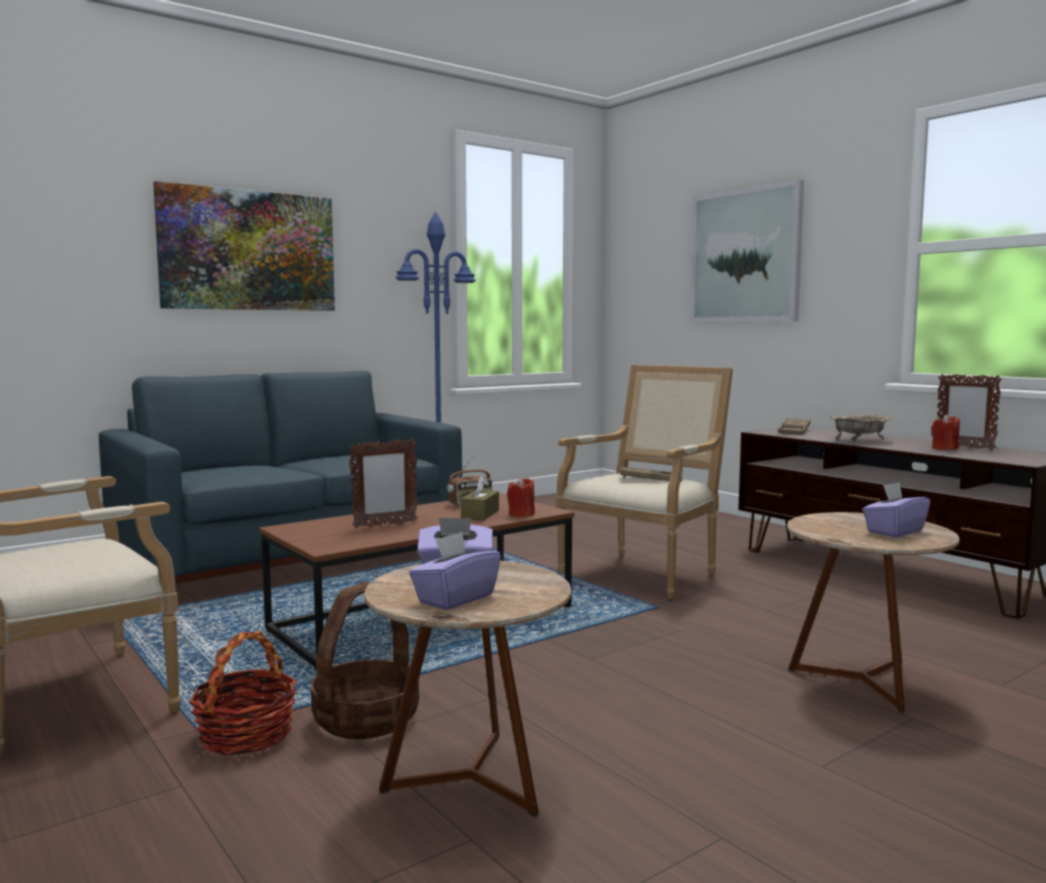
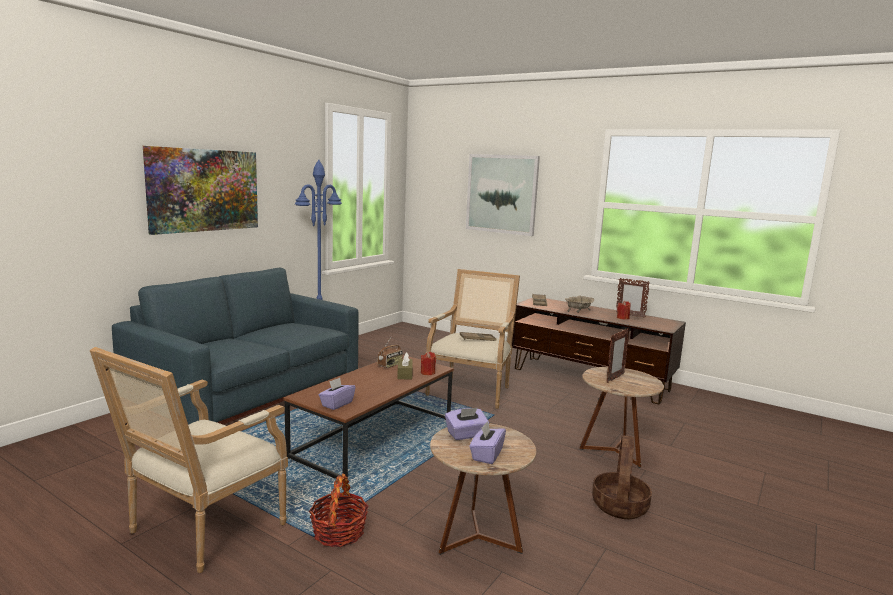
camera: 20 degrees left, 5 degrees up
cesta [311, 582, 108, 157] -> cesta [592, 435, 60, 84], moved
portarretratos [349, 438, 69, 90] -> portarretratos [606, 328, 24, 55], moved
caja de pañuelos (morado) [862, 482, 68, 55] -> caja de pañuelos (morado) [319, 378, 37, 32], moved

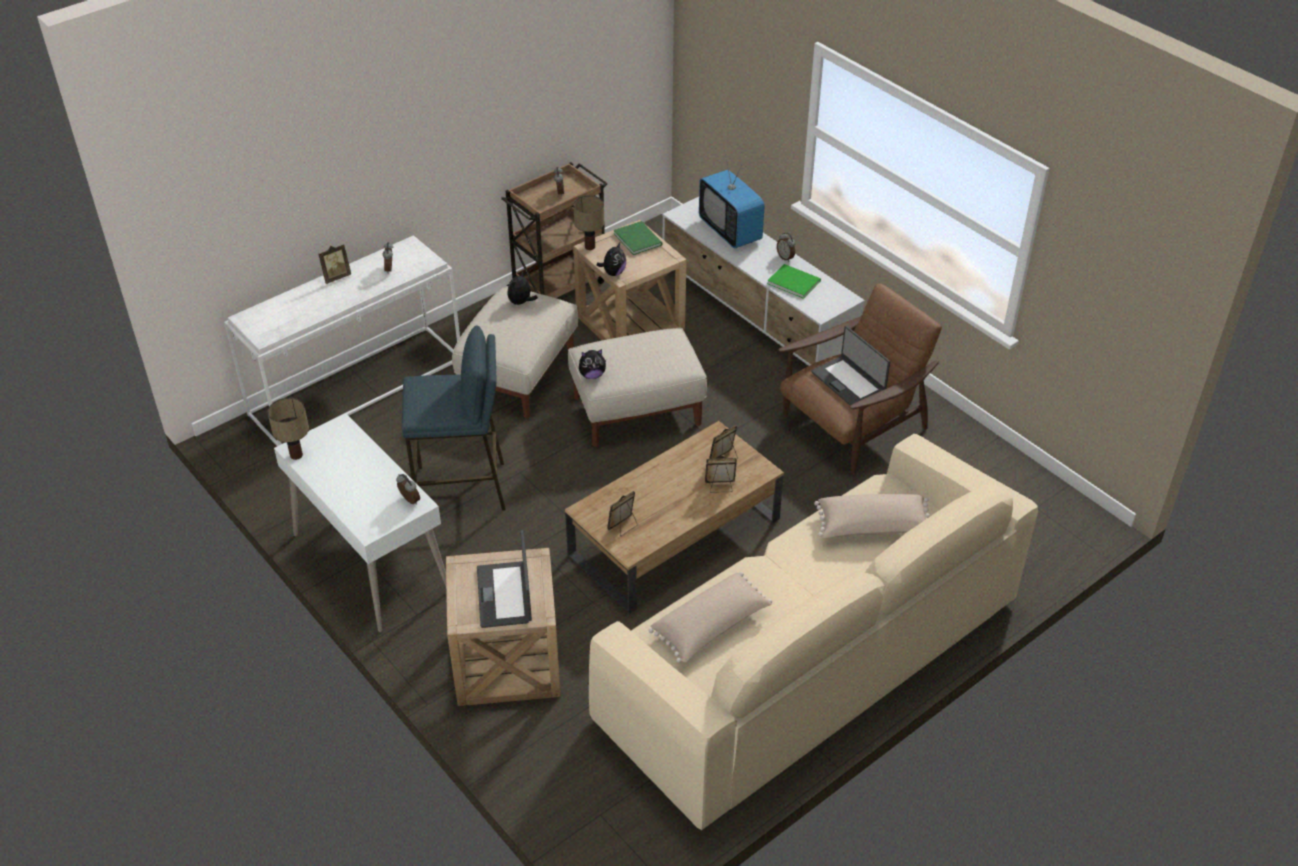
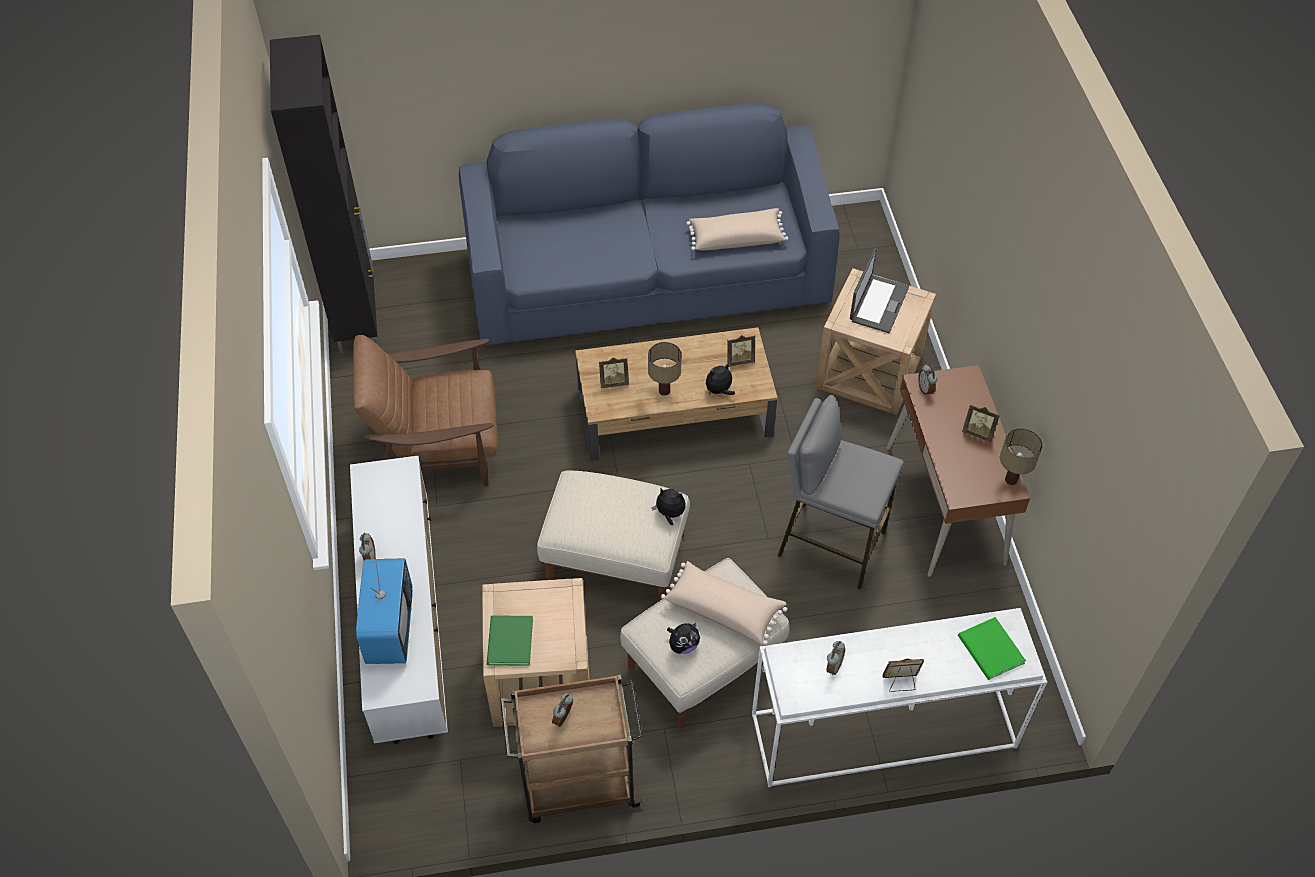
camera: 150 degrees left, 10 degrees up
escritorio (blanco) [274, 413, 172, 219] -> escritorio (marrón) [887, 365, 143, 212]
taburete (azul) [402, 325, 104, 186] -> taburete (gris) [778, 395, 126, 195]
lámpara de mesa [573, 195, 31, 55] -> lámpara de mesa [648, 342, 34, 54], moved
sofá (beis) [589, 434, 449, 396] -> sofá (azul) [459, 103, 381, 243]
peluche [597, 243, 29, 33] -> peluche [706, 363, 29, 32], moved
portarretratos [705, 456, 32, 37] -> portarretratos [962, 404, 38, 38], moved
libro (verde) [767, 264, 54, 35] -> libro (verde) [958, 617, 68, 63], moved
portátil [811, 326, 79, 80] -> none
cojín (beis) [814, 494, 116, 44] -> cojín (beis) [661, 561, 126, 84], moved
none -> armario (negro) [270, 35, 107, 319]

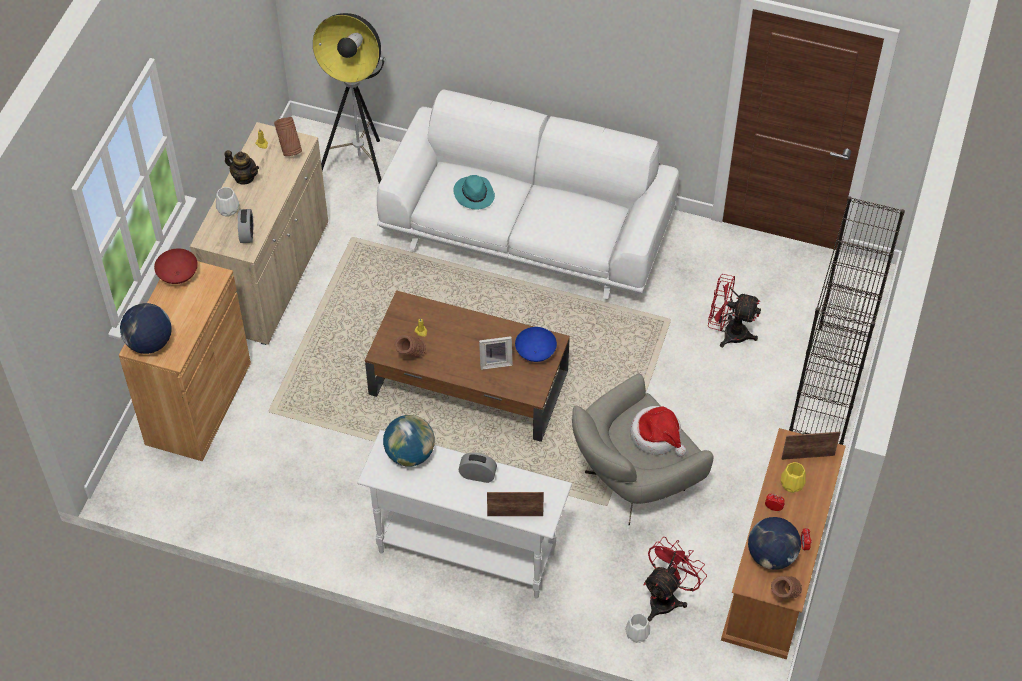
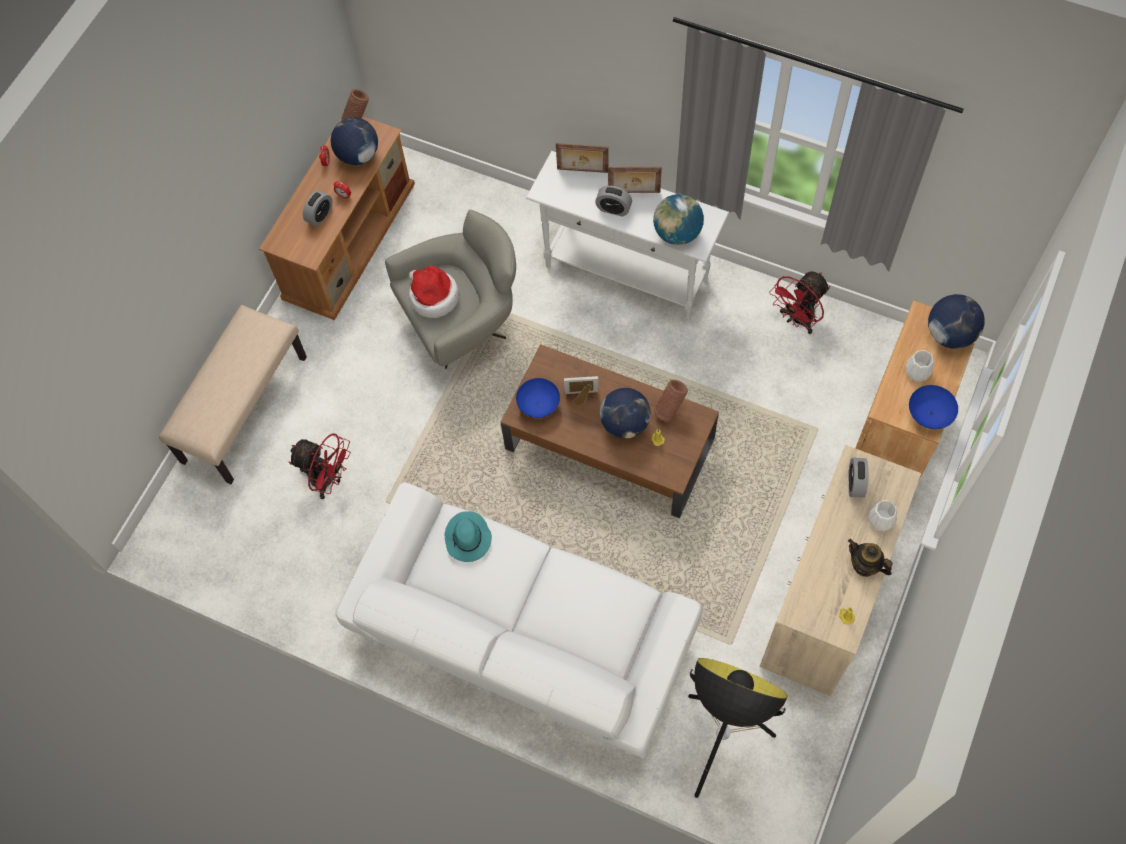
camera: 170 degrees left, 10 degrees up
cuenco (rojo) [154, 248, 44, 36] -> cuenco (azul) [909, 385, 49, 44]
florero (marrón) [274, 117, 28, 39] -> none
sombrero (turquesa) [454, 175, 41, 34] -> sombrero (turquesa) [444, 511, 48, 51], moved
florero (blanco) [625, 613, 25, 30] -> florero (blanco) [905, 350, 29, 32], moved
ventilador (rojo) [644, 537, 63, 84] -> ventilador (rojo) [769, 271, 61, 63], moved
florero (amarillo) [780, 462, 26, 31] -> despertador [303, 190, 29, 36]
portarretratos [782, 432, 59, 28] -> portarretratos [608, 167, 54, 26], moved
estantería (negro) [789, 196, 116, 249] -> banco (beis) [159, 305, 148, 179]
none -> globo terráqueo [600, 388, 51, 51]

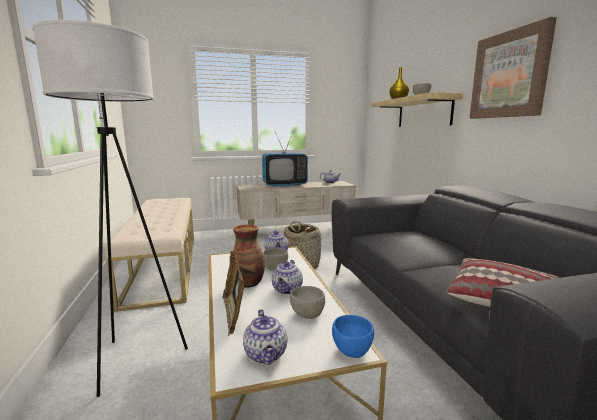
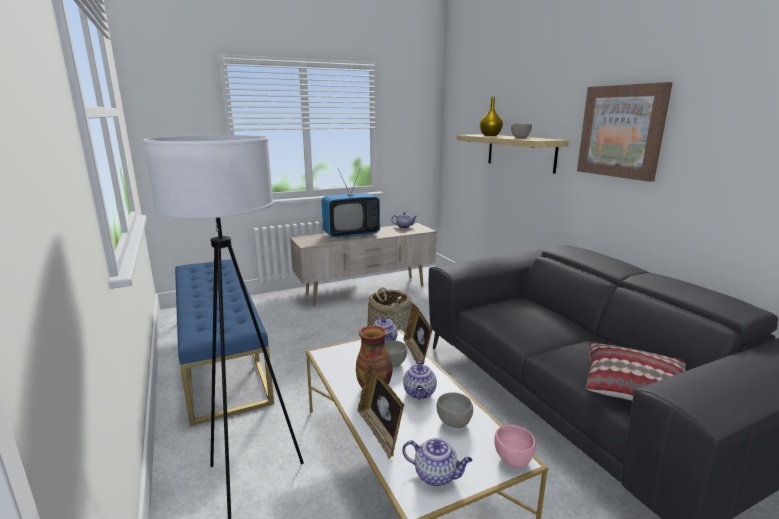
camera: 10 degrees left, 5 degrees up
banco (beis) [105, 198, 89, 114] -> banco (azul) [175, 259, 99, 167]
tetera [243, 309, 45, 56] -> tetera [402, 438, 70, 48], 45 degrees counterclockwise
cuenco (azul) [332, 315, 42, 43] -> cuenco (rosa) [494, 425, 42, 43]
none -> portarretratos [403, 303, 30, 62]

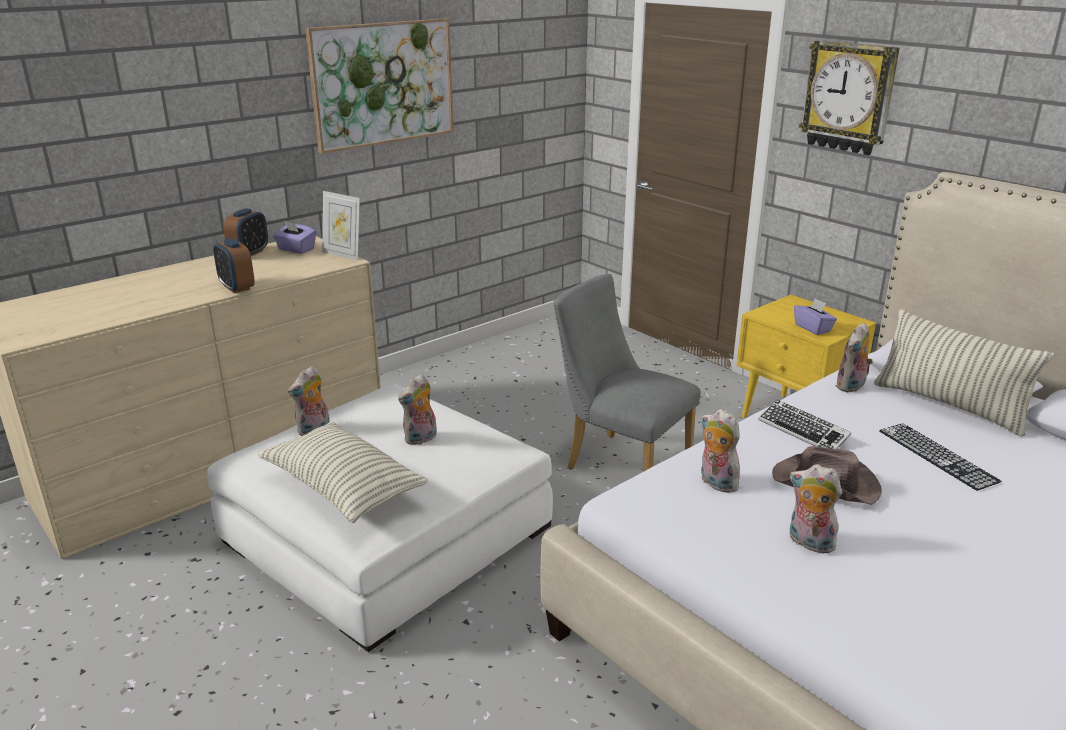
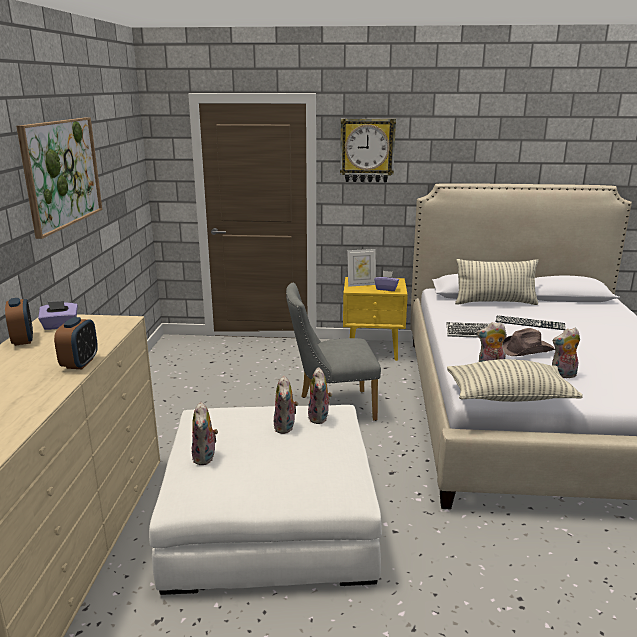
camera: 45 degrees left, 5 degrees down
despertador [213, 238, 42, 55] -> despertador [54, 317, 44, 52], 90 degrees counterclockwise
cojín [258, 421, 170, 102] -> cojín [447, 359, 136, 43], moved
portarretratos [322, 191, 38, 70] -> portarretratos [347, 249, 29, 38], moved
peluche [835, 323, 38, 70] -> peluche [308, 367, 24, 57], moved

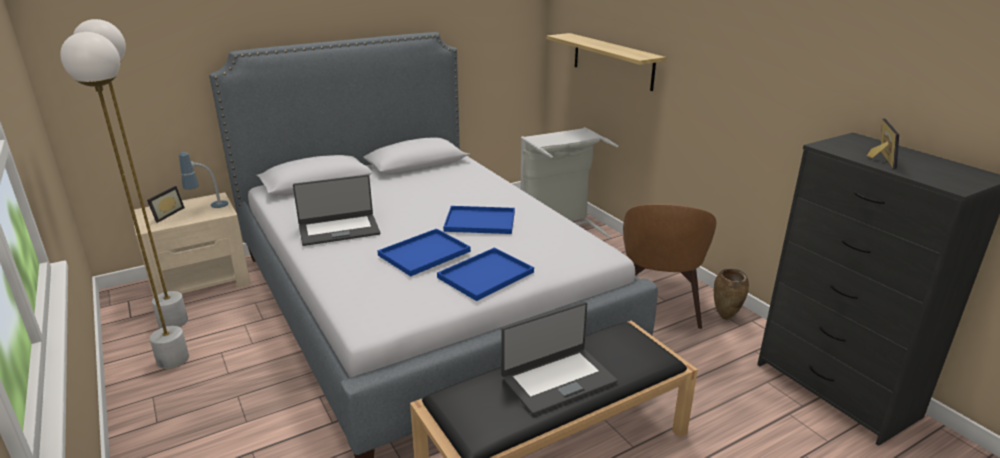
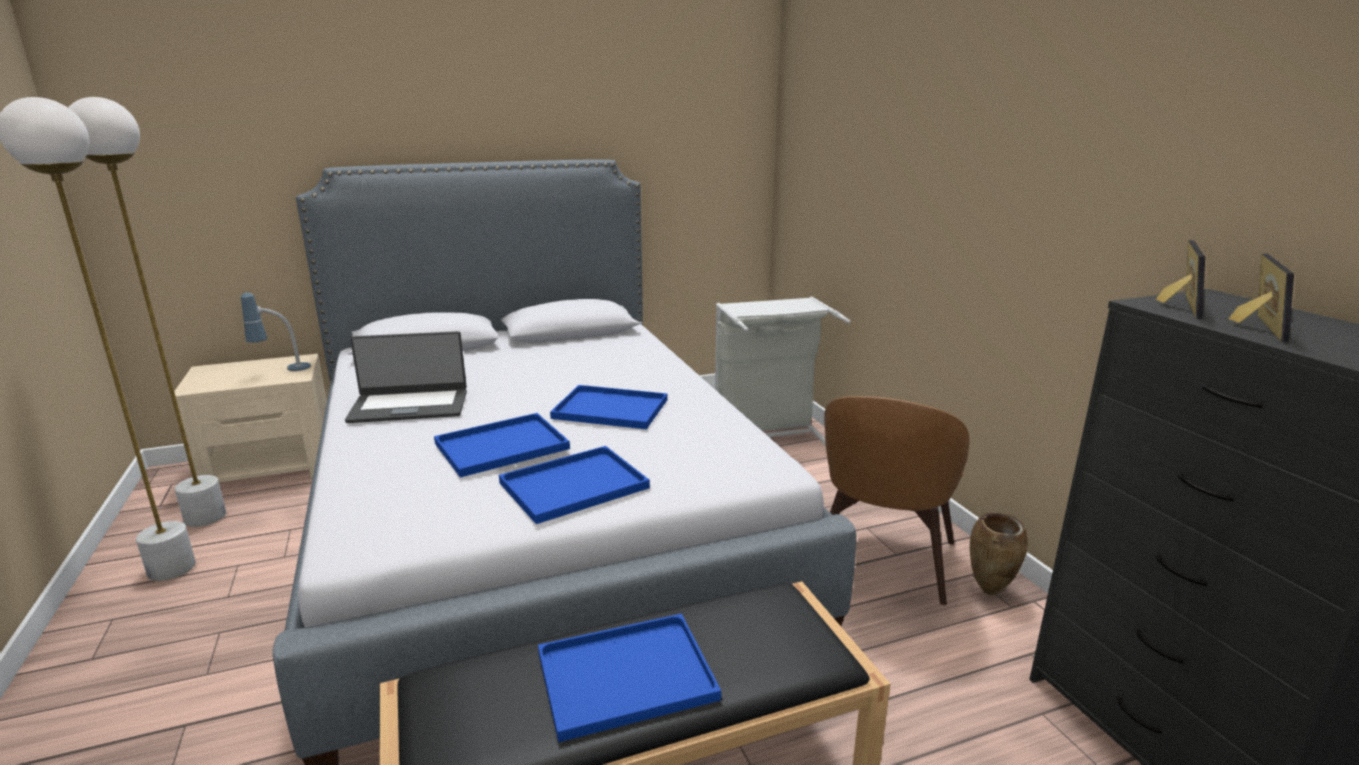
camera: 10 degrees right, 5 degrees down
portarretratos [147, 186, 38, 37] -> portarretratos [1156, 240, 49, 79], moved
portátil [501, 302, 117, 113] -> bandeja (azul) [538, 613, 183, 129]
estante [546, 33, 120, 58] -> none

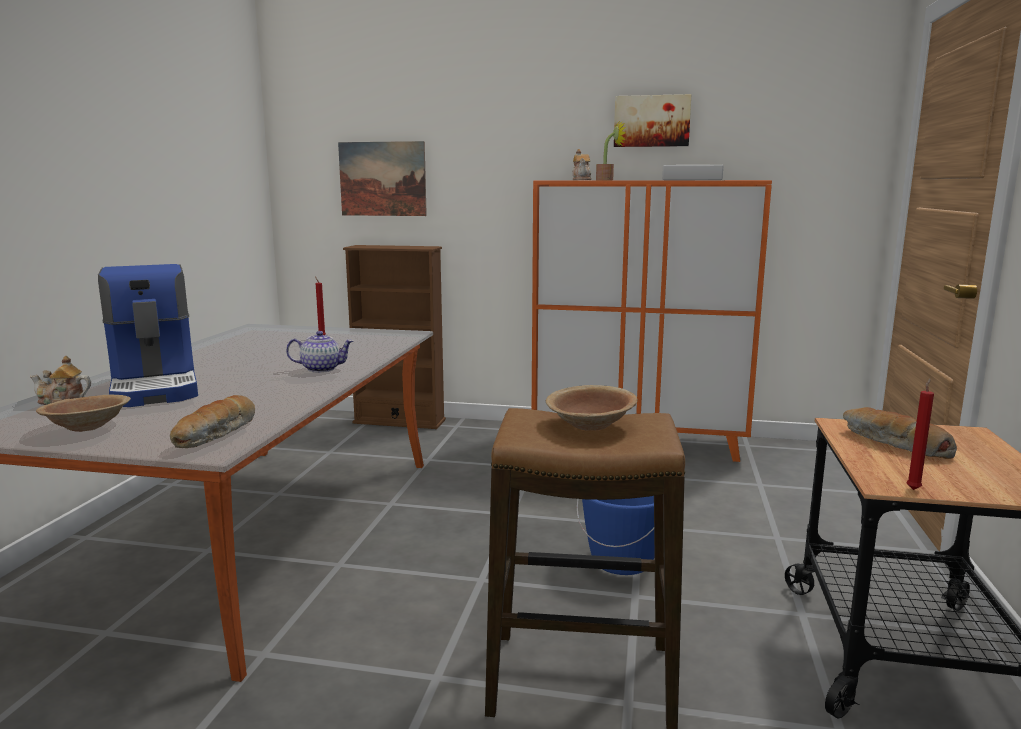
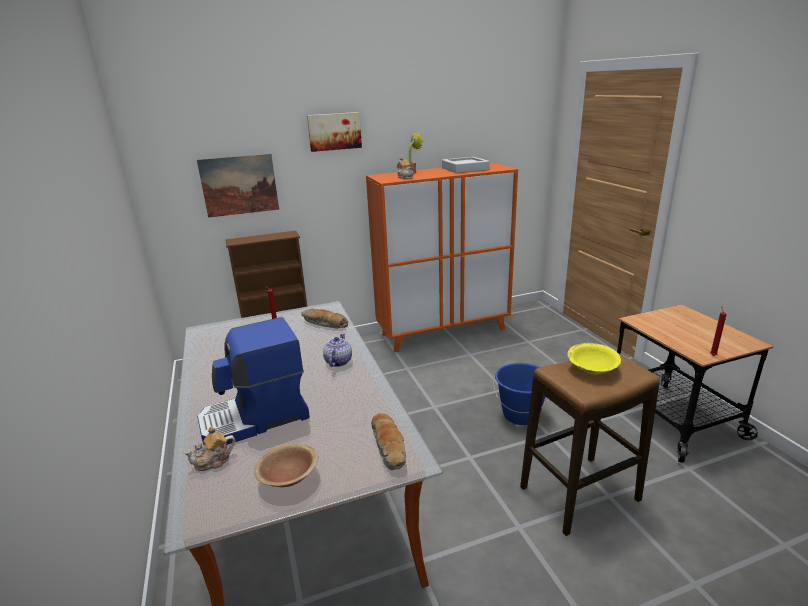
camera: 30 degrees left, 10 degrees up
cafetera [98, 264, 100, 143] -> cafetera [197, 317, 113, 128], 120 degrees clockwise
tetera [286, 331, 67, 42] -> tetera [323, 333, 29, 34], 45 degrees counterclockwise
cuenco (marrón) [546, 385, 92, 46] -> cuenco (amarillo) [567, 343, 54, 31]
cuadro [614, 94, 78, 53] -> cuadro [307, 112, 55, 40], moved
pan [843, 407, 114, 52] -> pan [301, 308, 47, 21], moved

